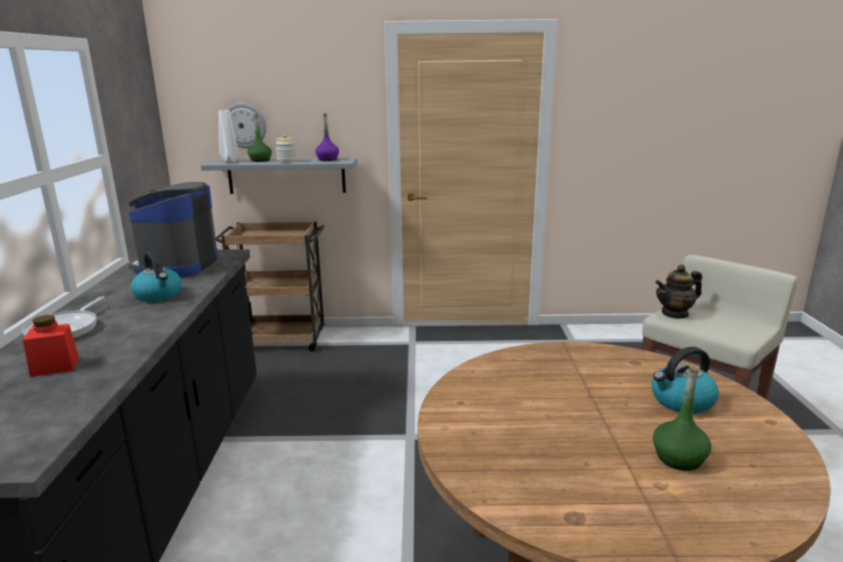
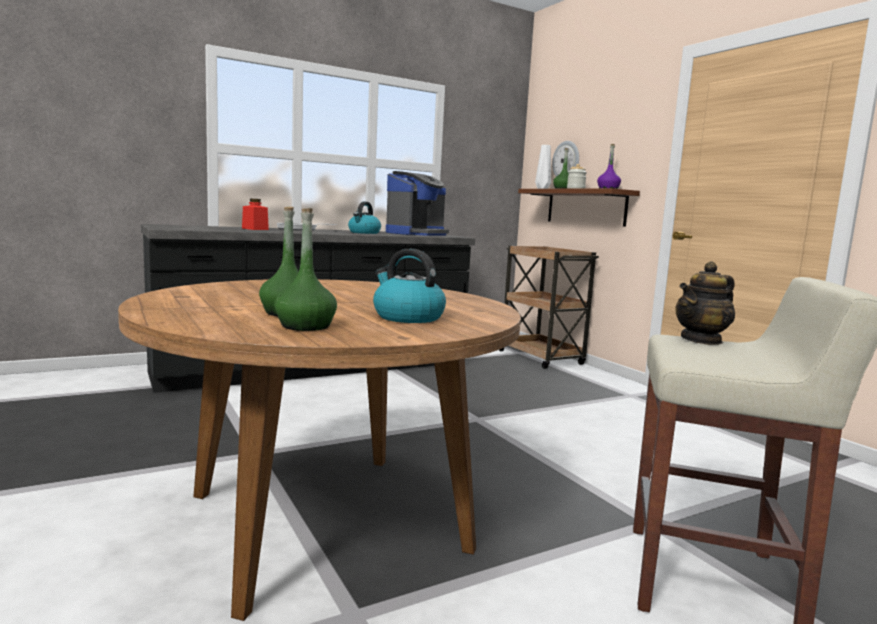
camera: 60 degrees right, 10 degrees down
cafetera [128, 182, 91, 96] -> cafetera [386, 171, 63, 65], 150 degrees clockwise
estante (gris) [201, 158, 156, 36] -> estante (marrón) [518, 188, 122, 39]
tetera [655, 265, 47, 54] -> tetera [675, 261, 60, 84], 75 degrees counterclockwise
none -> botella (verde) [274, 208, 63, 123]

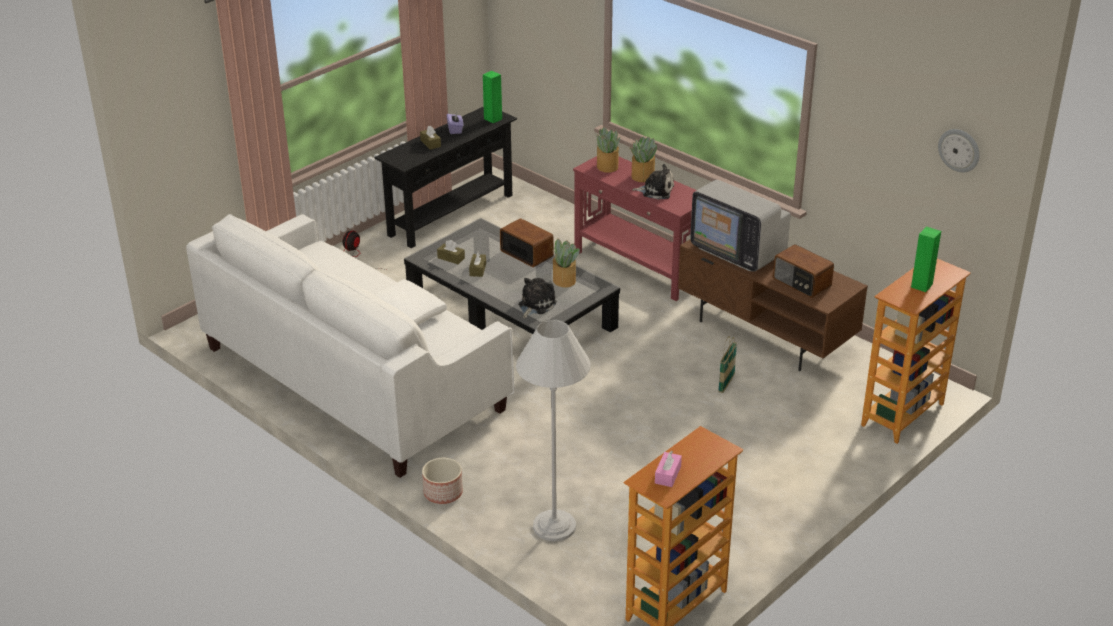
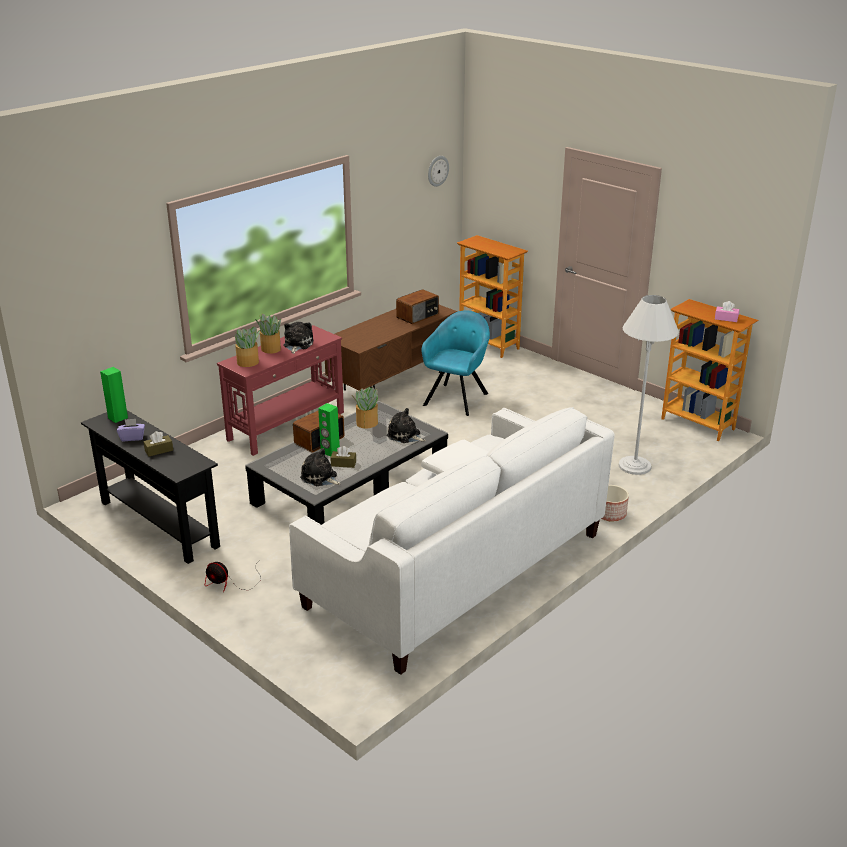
camera: 90 degrees left, 5 degrees down
caja de pañuelos (marrón) [437, 240, 28, 24] -> peluche [300, 448, 41, 38]
televisor [690, 180, 101, 92] -> none
cesta [718, 336, 19, 57] -> sillón (turquesa) [421, 311, 69, 105]
altavoz (verde) [911, 226, 30, 66] -> altavoz (verde) [318, 403, 22, 54], moved

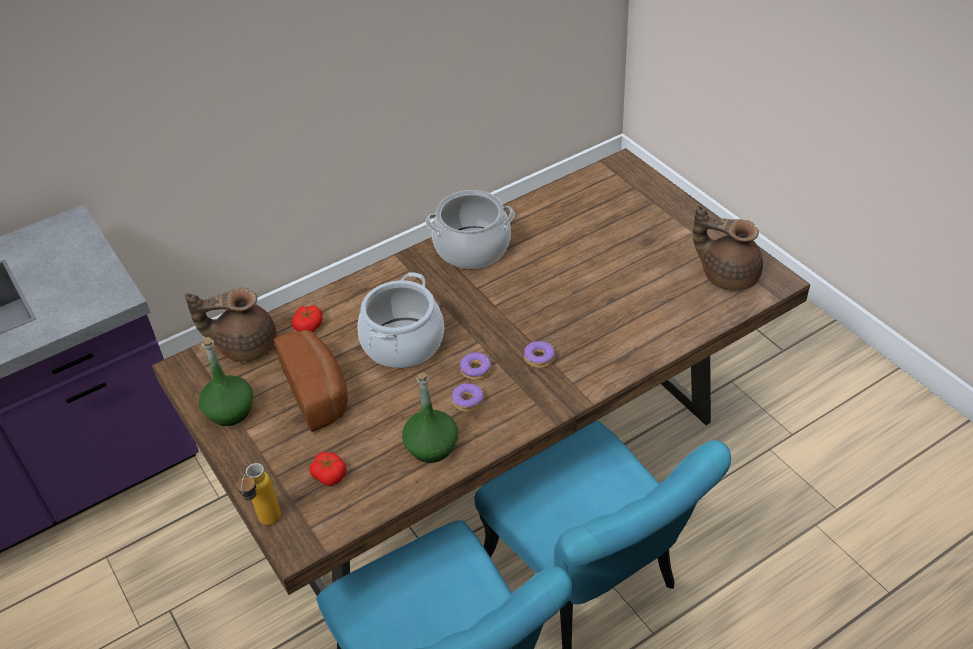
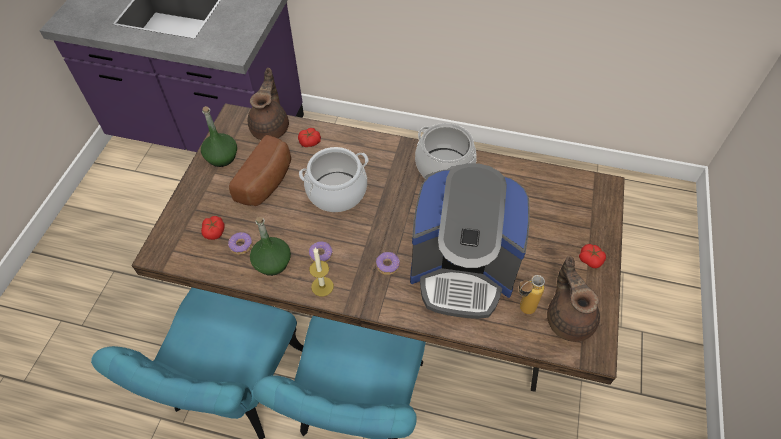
camera: 45 degrees right, 10 degrees up
tetera (marrón) [185, 288, 92, 74] -> tetera (marrón) [248, 68, 41, 72], 60 degrees clockwise
botella [237, 463, 44, 62] -> botella [519, 275, 26, 39], moved
rosquilla [460, 353, 32, 27] -> rosquilla [228, 232, 25, 23], moved
none -> vela [309, 248, 25, 48]
none -> cafetera [410, 163, 120, 156]
none -> tomate [579, 244, 27, 24]

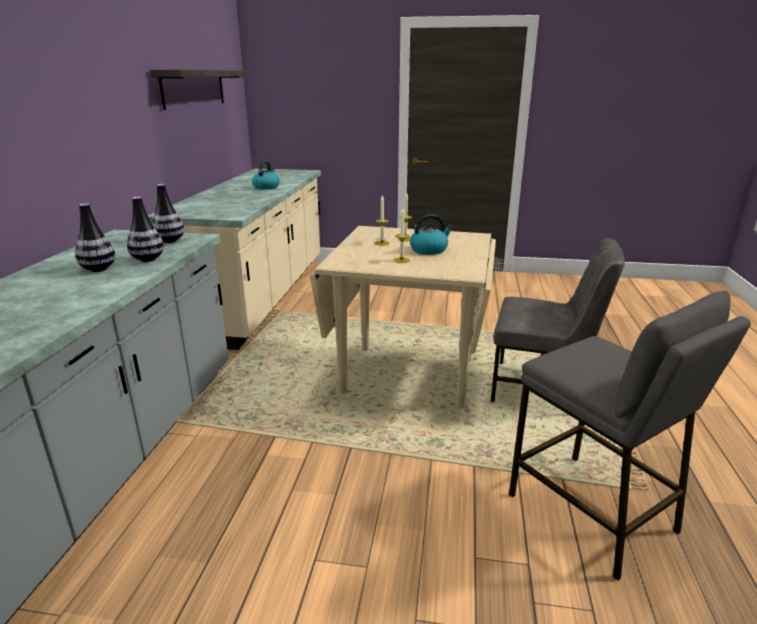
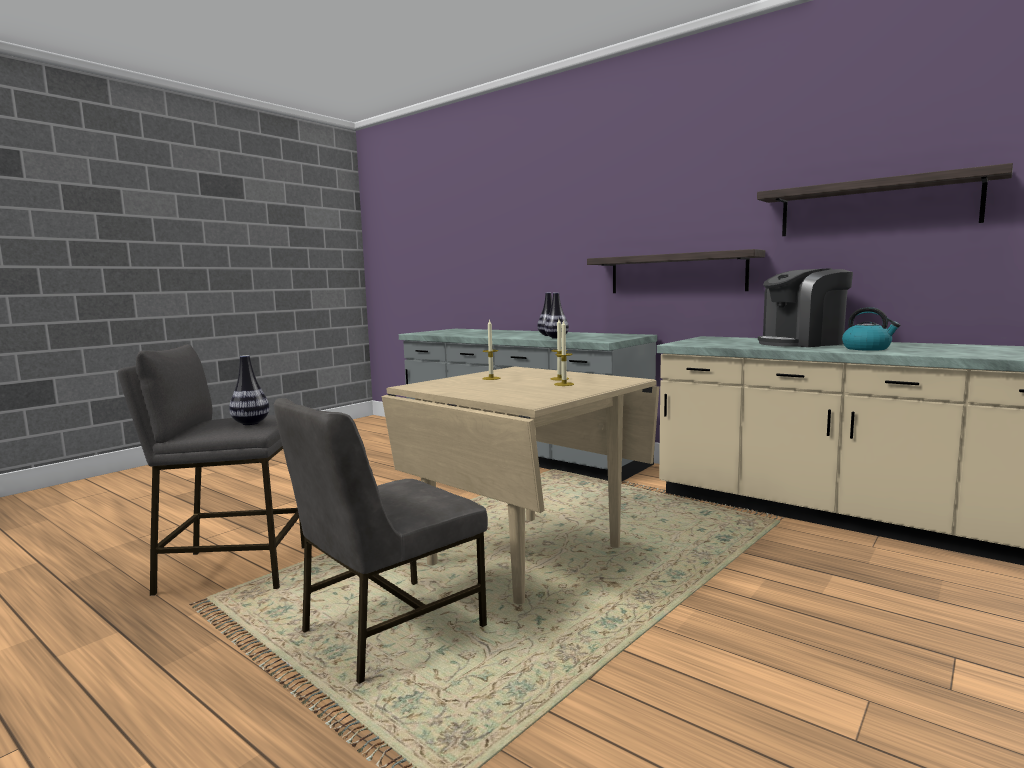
camera: 120 degrees right, 15 degrees down
florero [152, 184, 32, 59] -> florero [229, 355, 40, 70], moved
hervidor [410, 214, 43, 41] -> none
none -> estante [587, 249, 178, 44]
none -> cafetera [758, 268, 95, 79]

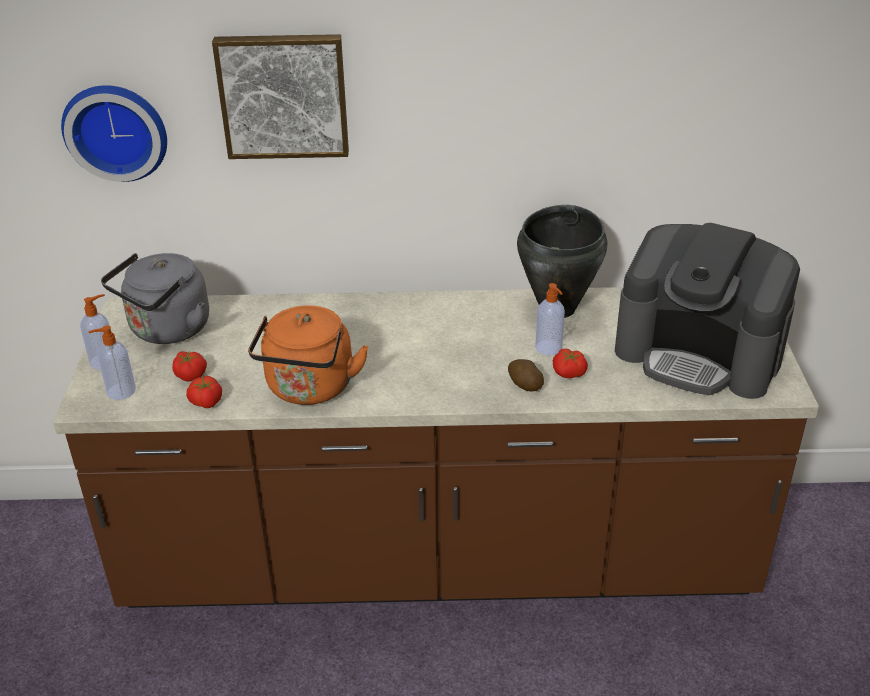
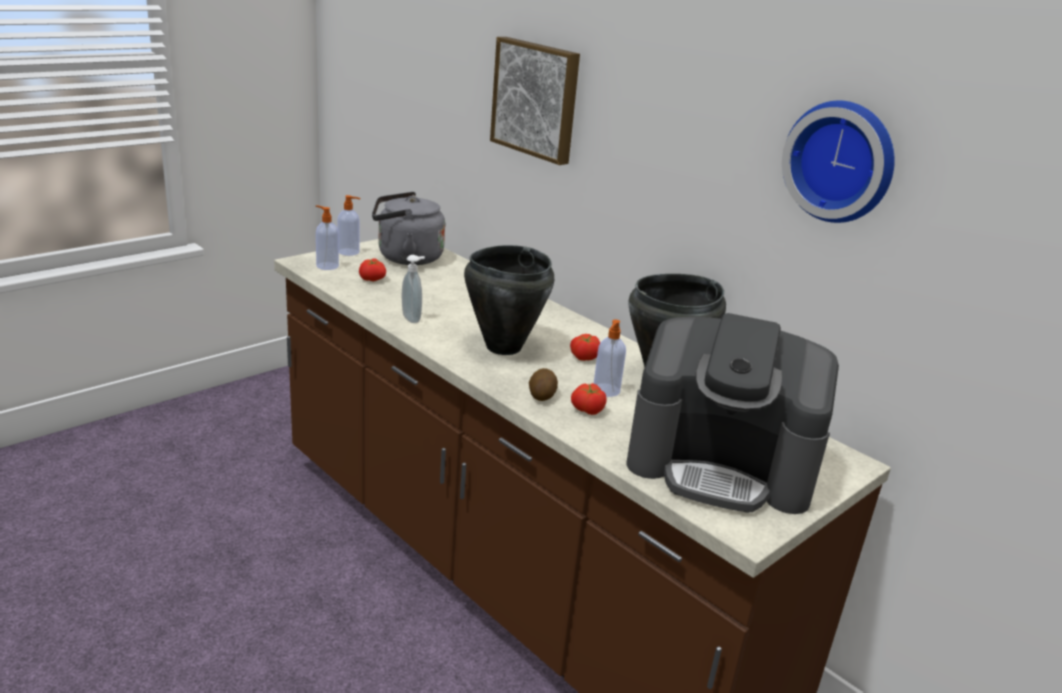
camera: 45 degrees right, 10 degrees down
reloj de pared [61, 85, 106, 97] -> reloj de pared [782, 100, 113, 123], moved
tomate [186, 375, 36, 33] -> tomate [570, 334, 30, 27], moved
hervidor (naranja) [248, 305, 121, 100] -> dispensador de jabón [402, 255, 23, 68]
cafetera [615, 223, 185, 176] -> cafetera [627, 313, 212, 201], 60 degrees counterclockwise
none -> olla (negro) [464, 245, 90, 110]

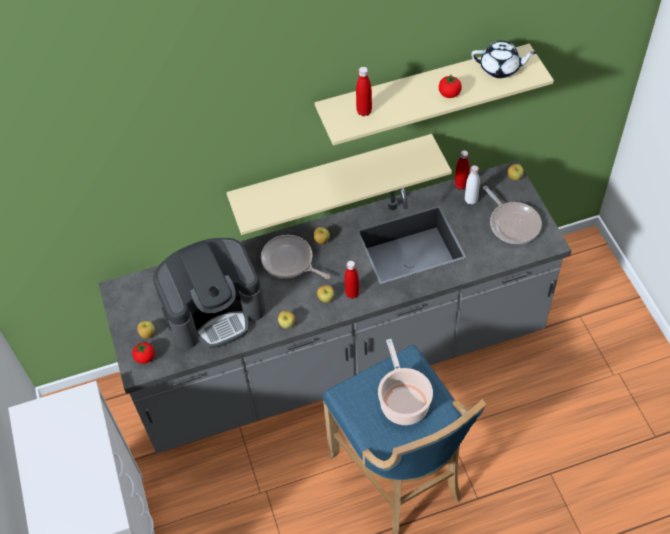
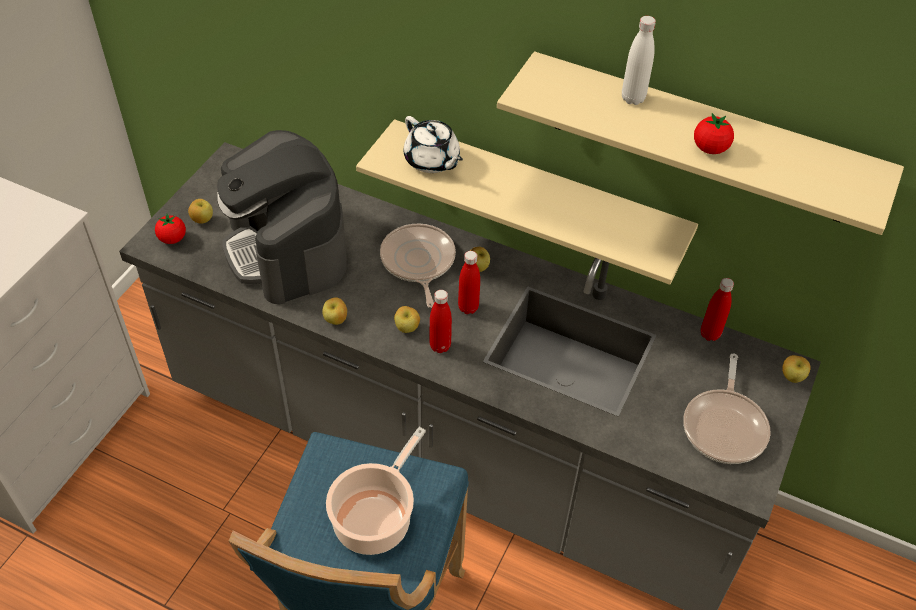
camera: 40 degrees right, 5 degrees down
cafetera [153, 238, 113, 111] -> cafetera [217, 130, 130, 174], 45 degrees clockwise
botella (rojo) [356, 67, 16, 49] -> botella (rojo) [458, 251, 22, 63], moved
botella (blanco) [465, 165, 15, 40] -> botella (blanco) [622, 16, 34, 89], moved
tetera (blanco) [471, 41, 66, 37] -> tetera (blanco) [403, 116, 60, 57], moved

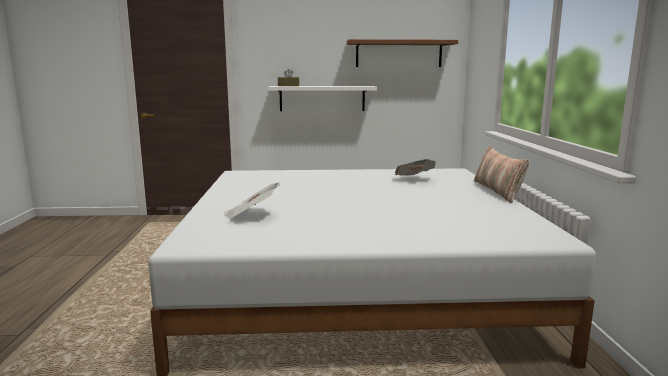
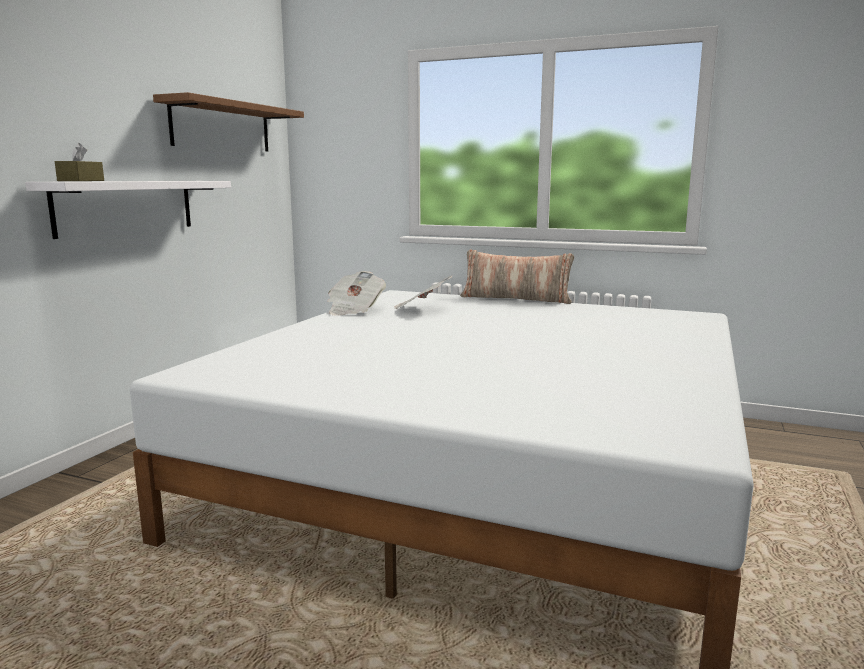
camera: 65 degrees left, 0 degrees up
periódico [224, 183, 56, 36] -> periódico [327, 271, 59, 45], moved

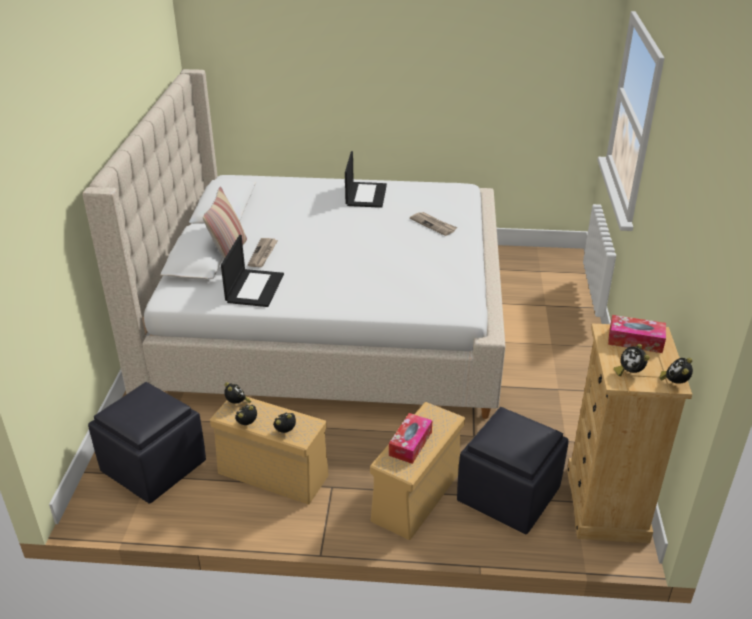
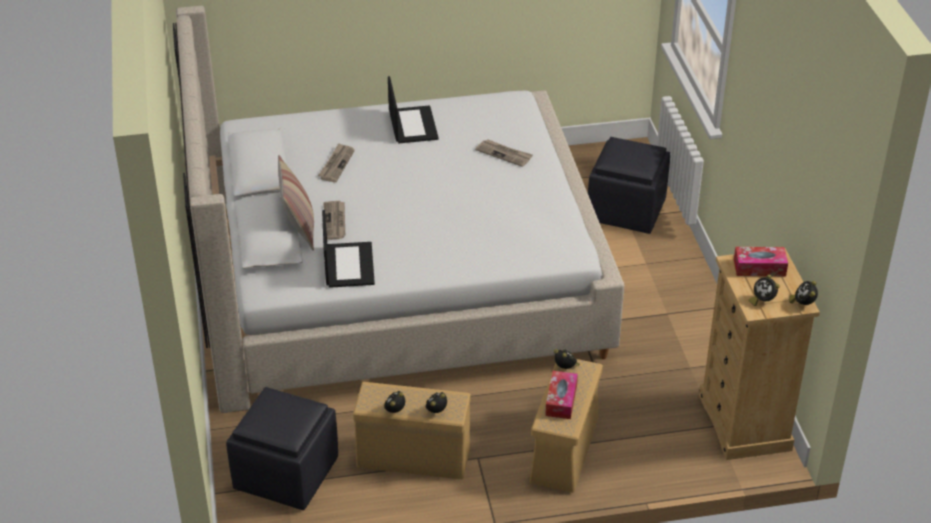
camera: 15 degrees left, 5 degrees up
despertador [224, 382, 27, 22] -> despertador [554, 349, 26, 20], moved
puf (negro) [457, 407, 112, 127] -> puf (negro) [588, 137, 82, 97], moved
none -> periódico [318, 143, 37, 39]

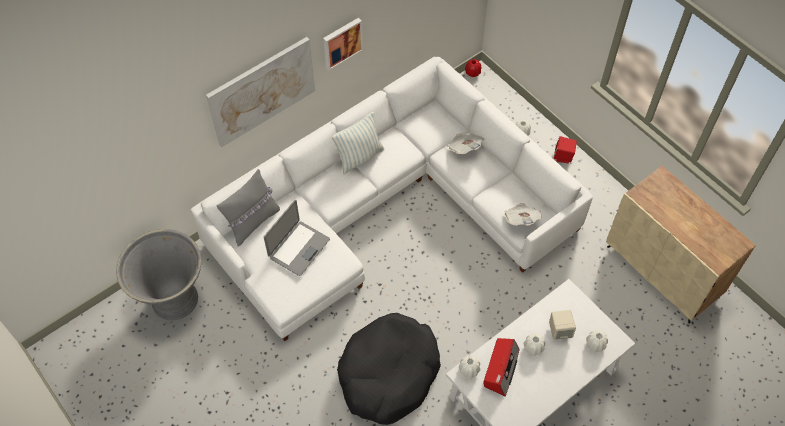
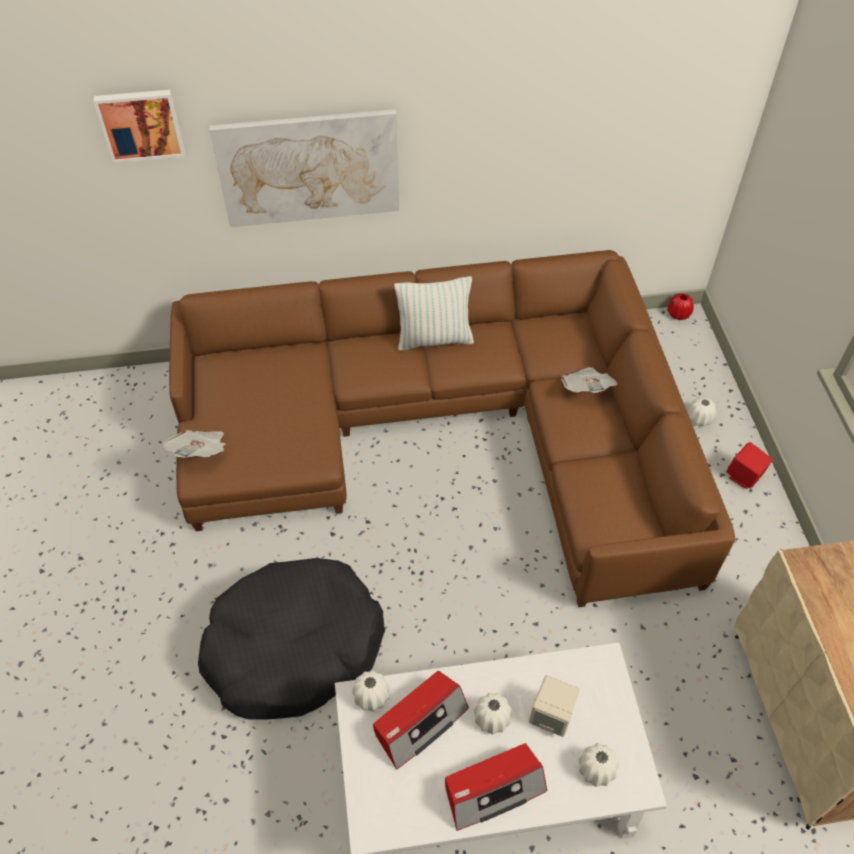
camera: 30 degrees right, 5 degrees down
maceta (gris) [116, 229, 85, 91] -> none
sofá (blanco) [191, 57, 402, 284] -> sofá (marrón) [169, 250, 566, 357]
cojín (gris) [217, 169, 63, 78] -> none
portátil [264, 200, 66, 76] -> none
cuadro [323, 18, 40, 53] -> cuadro [94, 90, 91, 73], moved
periódico [504, 203, 38, 23] -> periódico [163, 430, 63, 27], moved
none -> radio [445, 743, 102, 88]

